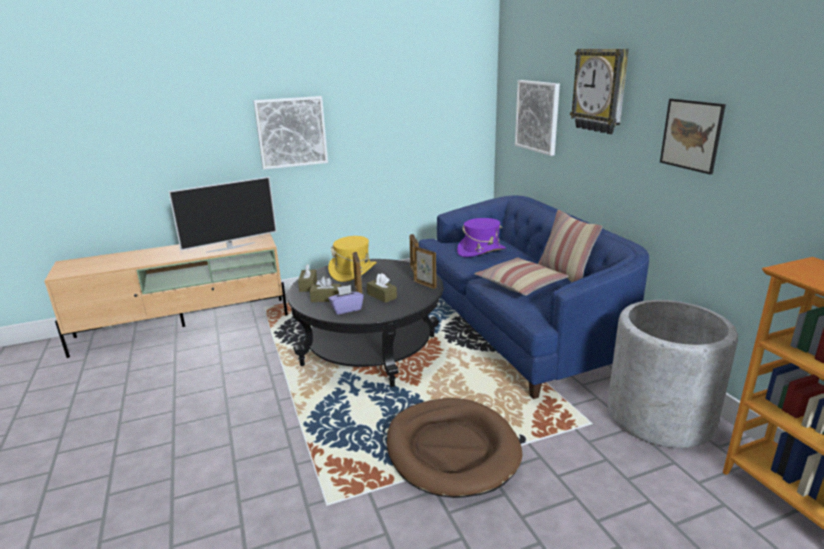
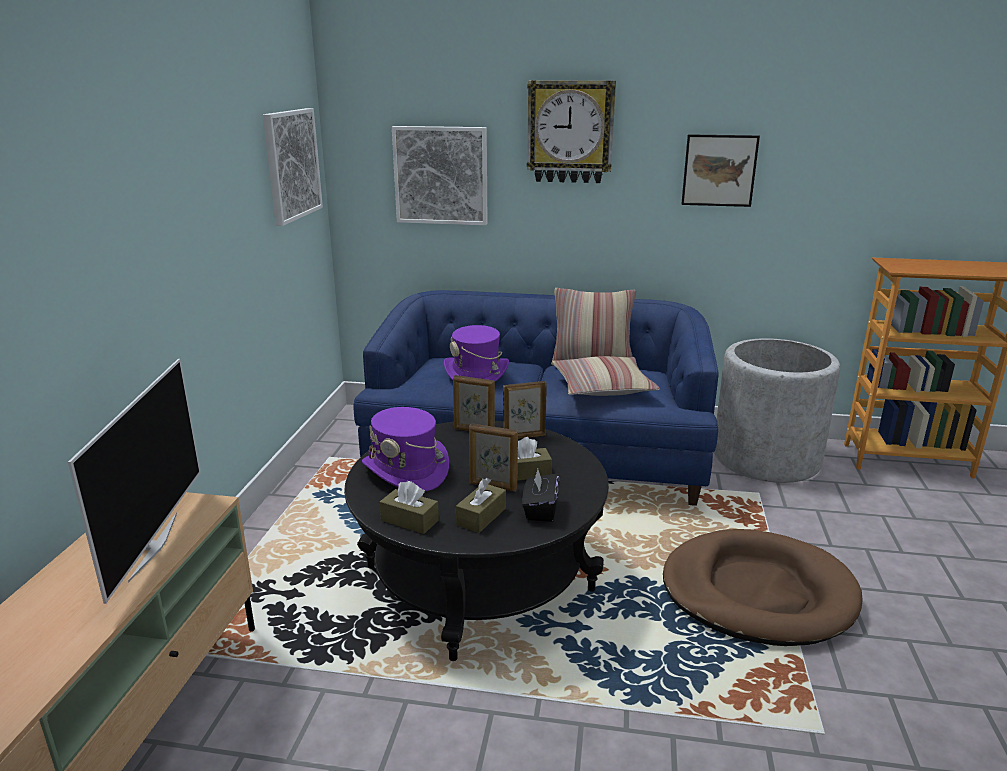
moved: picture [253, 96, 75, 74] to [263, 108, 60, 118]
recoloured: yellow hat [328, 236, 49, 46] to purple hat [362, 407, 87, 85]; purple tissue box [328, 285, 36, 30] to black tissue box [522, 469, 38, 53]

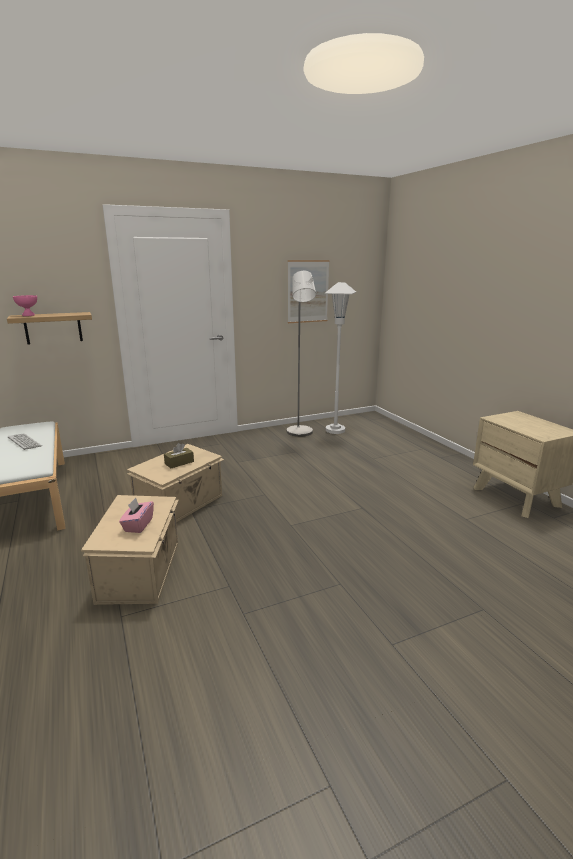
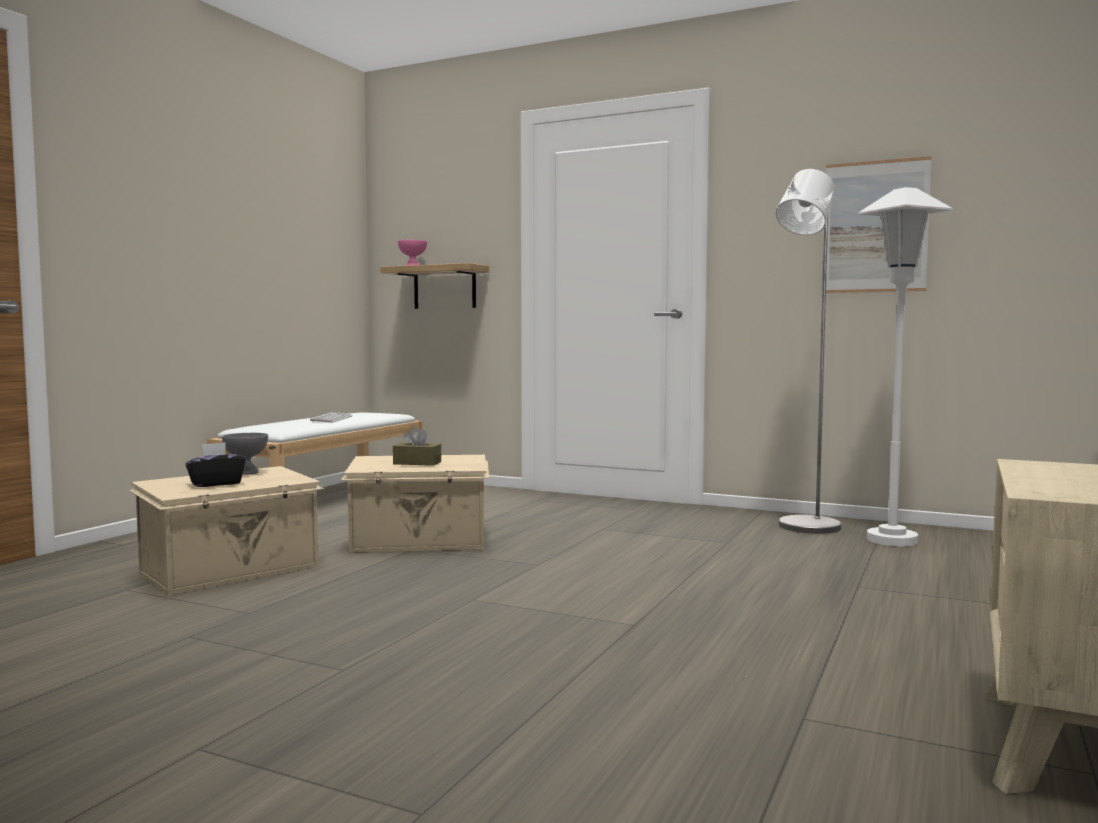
added: grey bowl [222, 433, 46, 42]
recoloured: pink tissue box [119, 498, 35, 35] to black tissue box [185, 442, 61, 45]

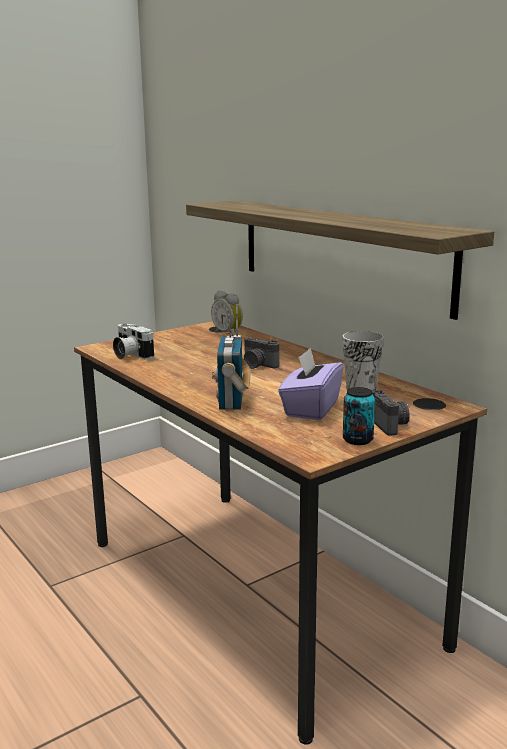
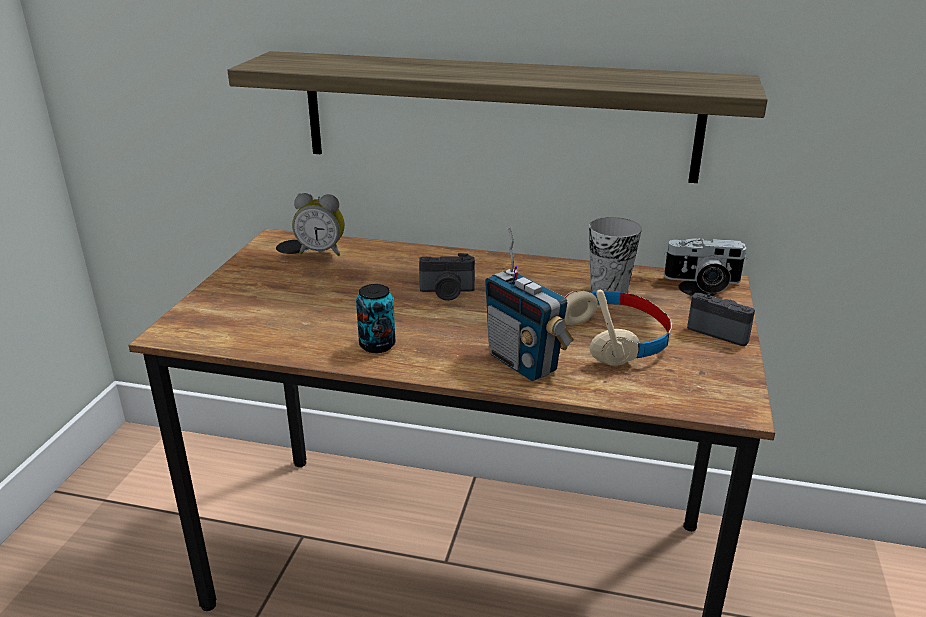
moved: photo camera [113, 323, 41, 37] to [664, 238, 83, 55]; can [343, 387, 32, 58] to [356, 284, 39, 69]
replaced: purple tissue box [278, 348, 66, 72] to beige headphones [564, 290, 108, 76]

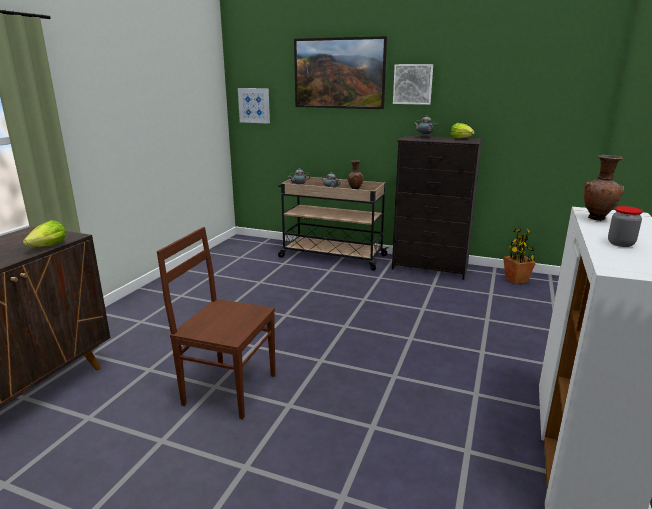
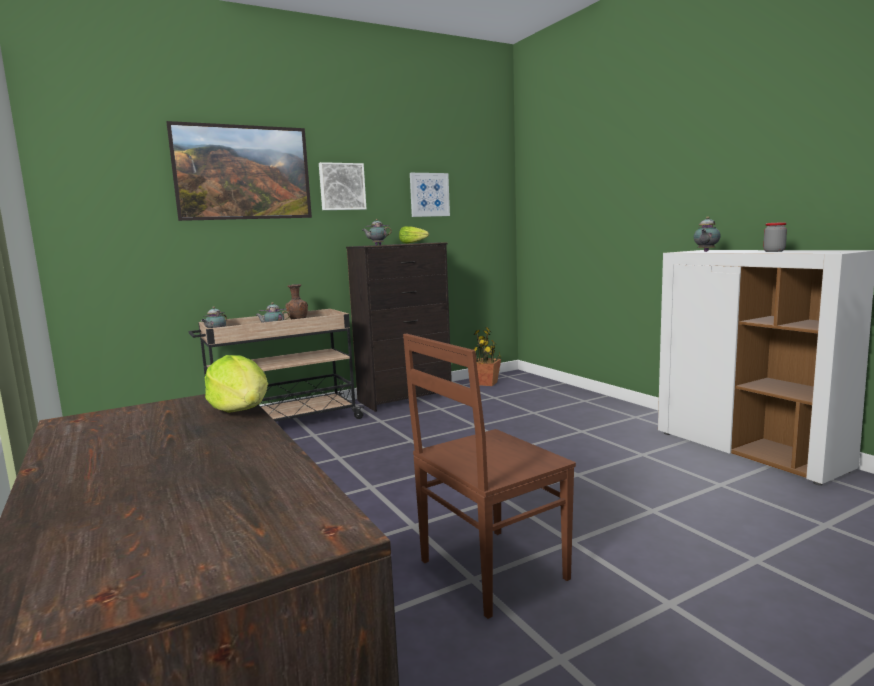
moved: picture [238, 88, 32, 36] to [410, 173, 40, 44]
replaced: brown vase [584, 155, 40, 66] to teapot [694, 217, 27, 35]

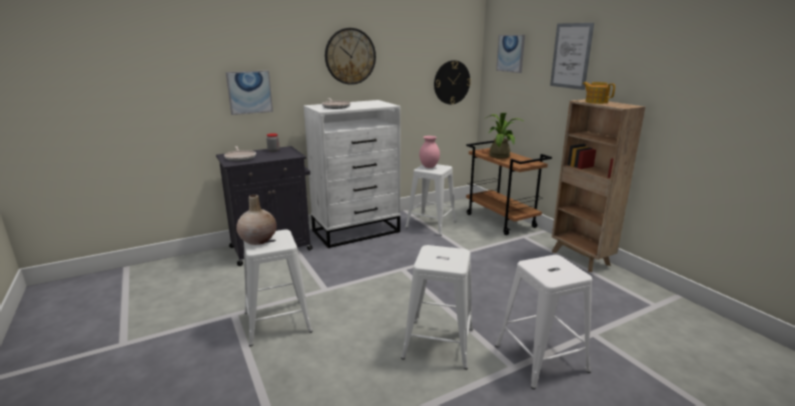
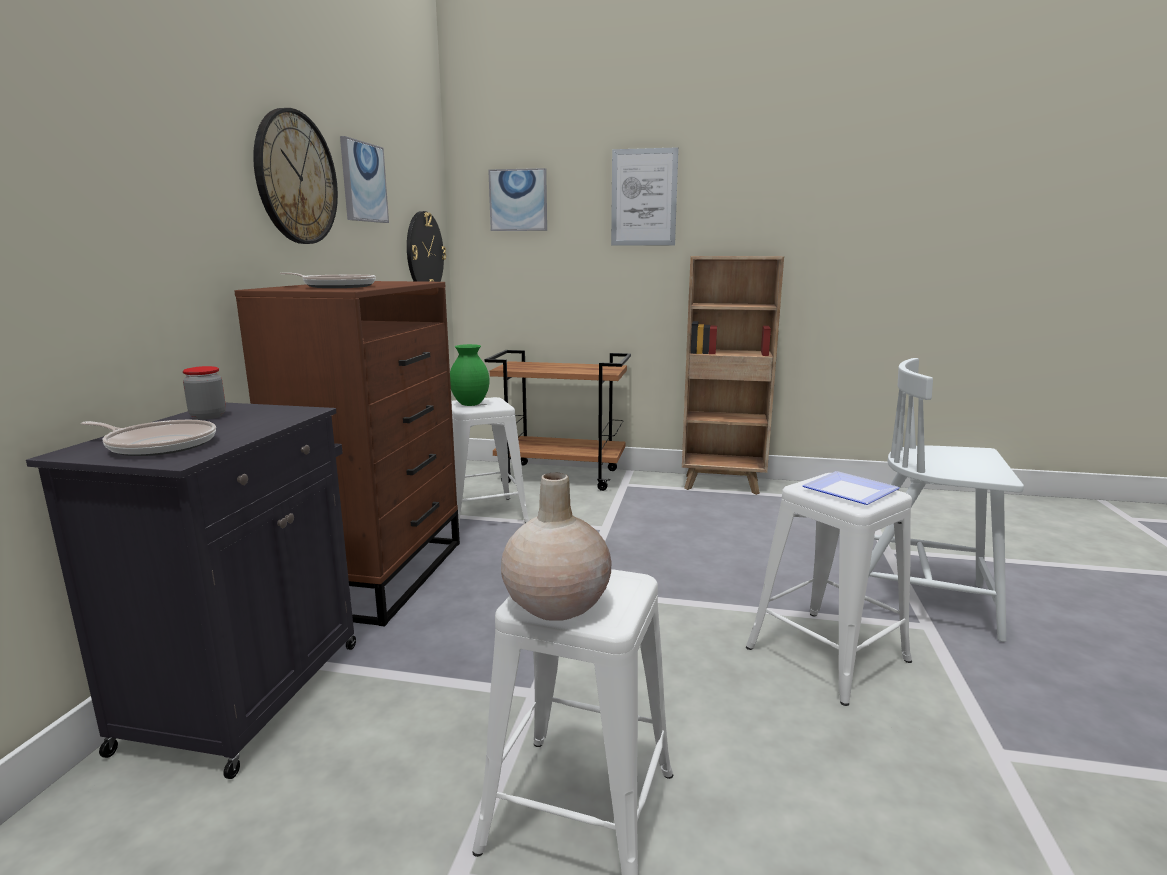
removed: potted plant [486, 112, 39, 46]; teapot [583, 82, 32, 22]
added: plate [802, 471, 98, 34]
moved: picture [226, 71, 47, 44] to [340, 136, 49, 87]
replaced: white stool [495, 255, 98, 134] to white chair [868, 358, 156, 284]
recoloured: white dresser [303, 100, 98, 148] to brown dresser [235, 281, 225, 346]; pink vase [419, 136, 21, 32] to green vase [450, 344, 39, 62]

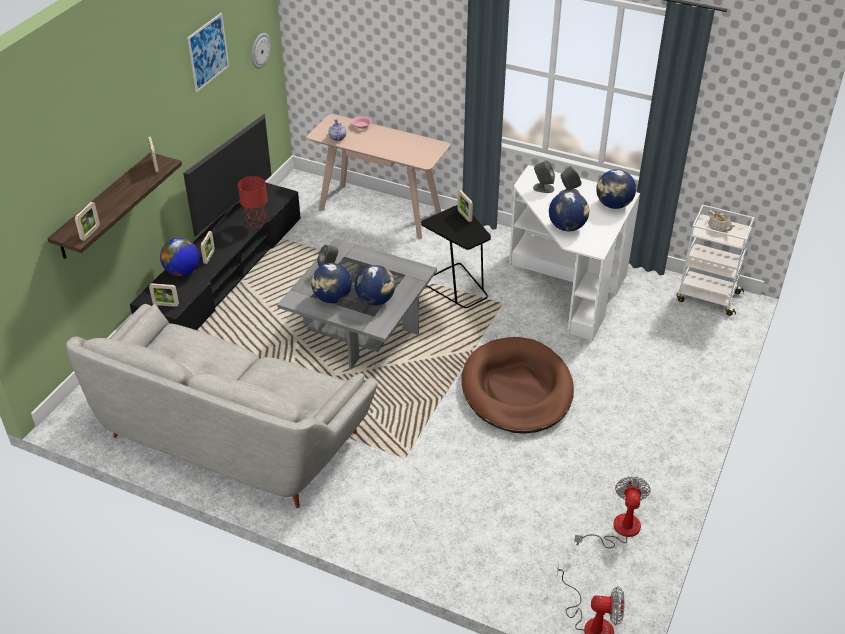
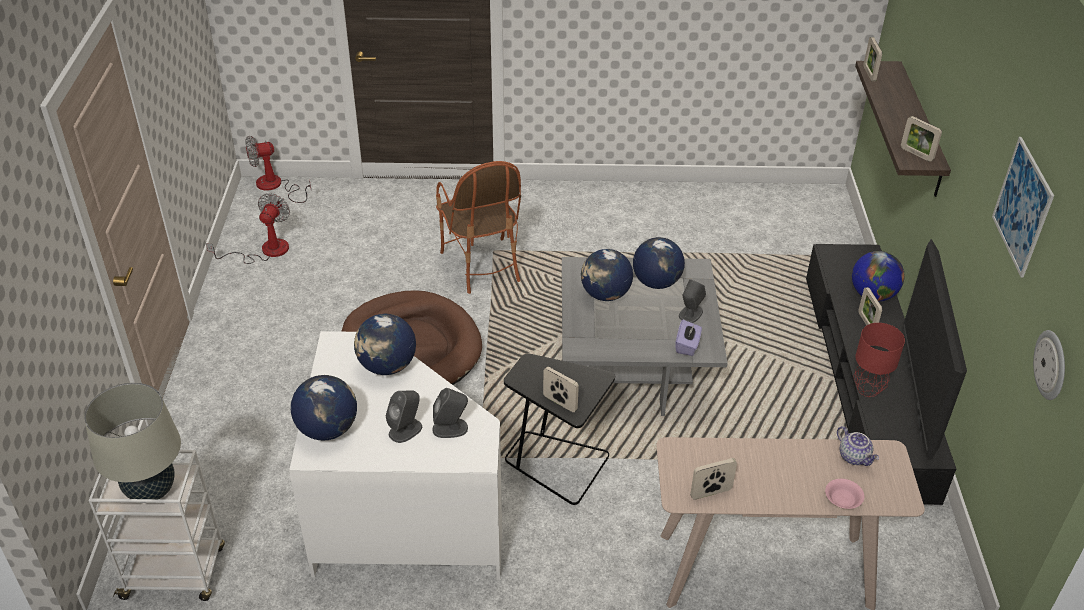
removed: grey sofa [66, 304, 311, 204]
added: armchair [436, 161, 85, 133]; purple tissue box [675, 320, 27, 36]
moved: picture frame [149, 283, 30, 24] to [690, 458, 47, 42]
replaced: beige teapot [708, 211, 27, 21] to beige table lamp [84, 383, 97, 116]
turned: fan [574, 476, 77, 72] = [206, 193, 84, 71] 150 degrees counterclockwise

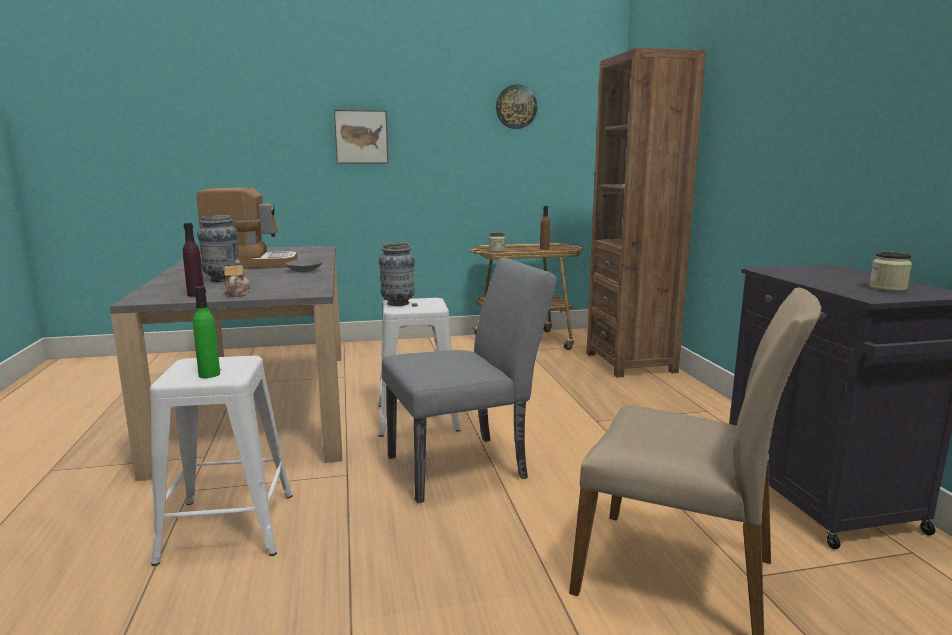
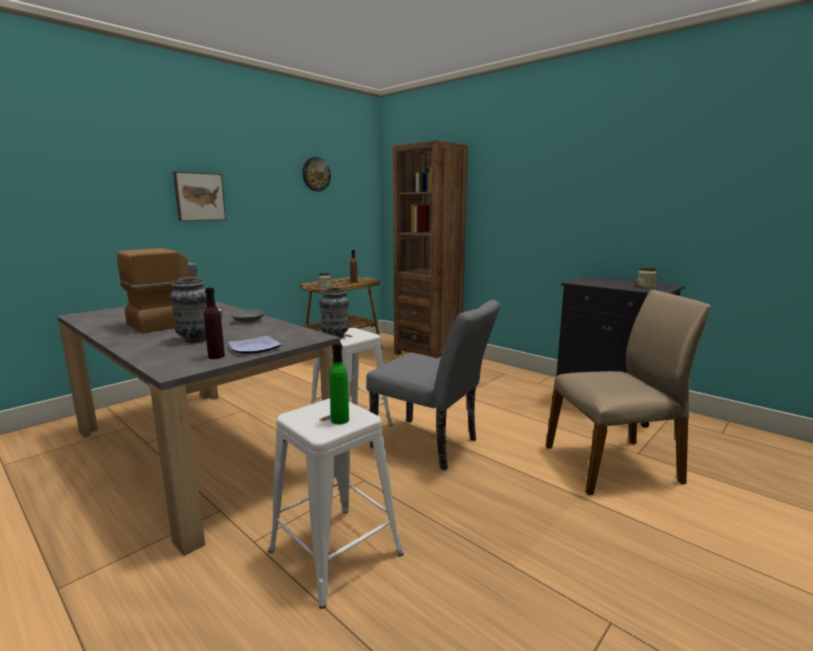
replaced: teapot [224, 260, 26, 37] to plate [228, 336, 53, 18]
turned: grey chair [382, 257, 175, 246] = [366, 300, 134, 171] 90 degrees clockwise

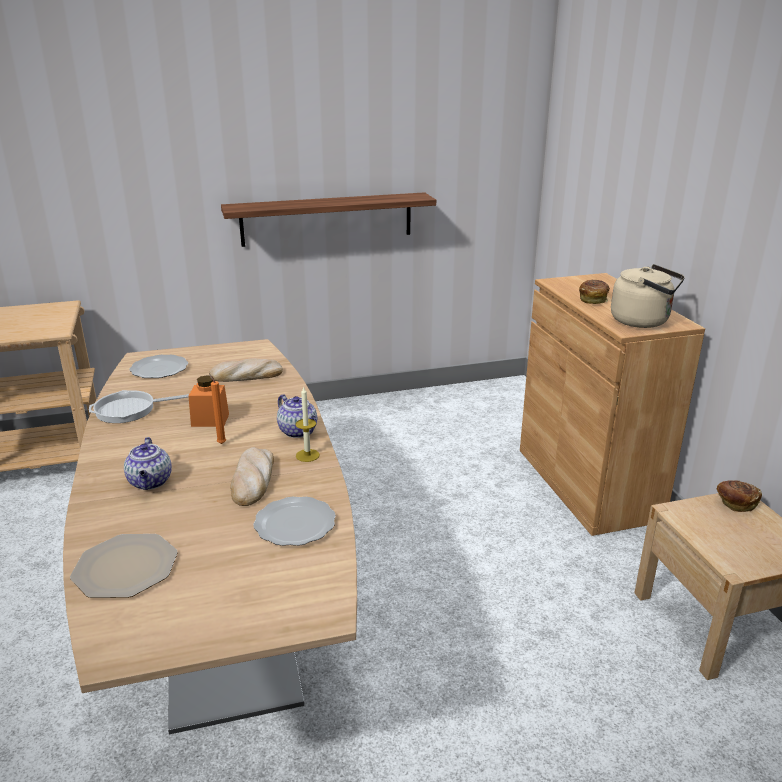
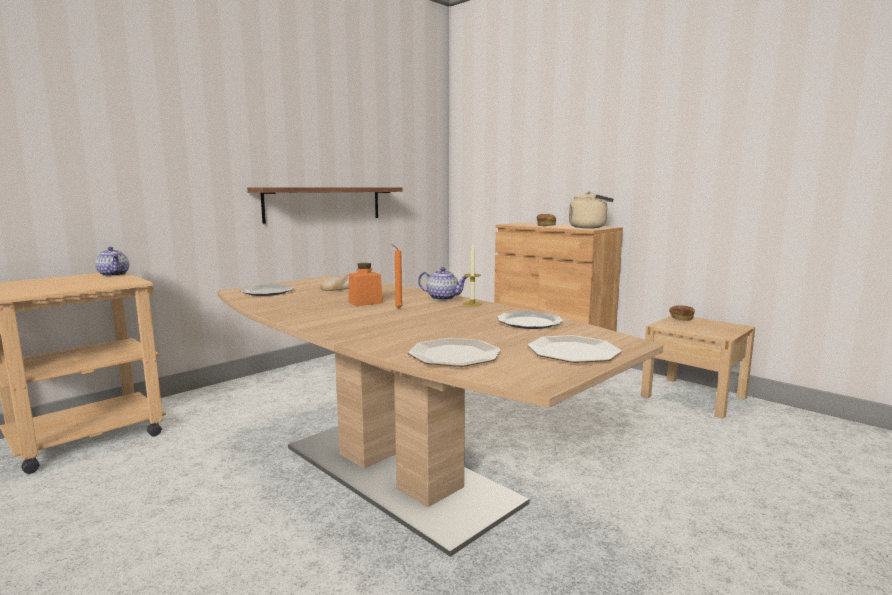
removed: frying pan [89, 390, 100, 33]; bread [230, 447, 44, 59]
added: plate [527, 335, 95, 28]
moved: teapot [124, 437, 48, 53] to [95, 247, 34, 29]

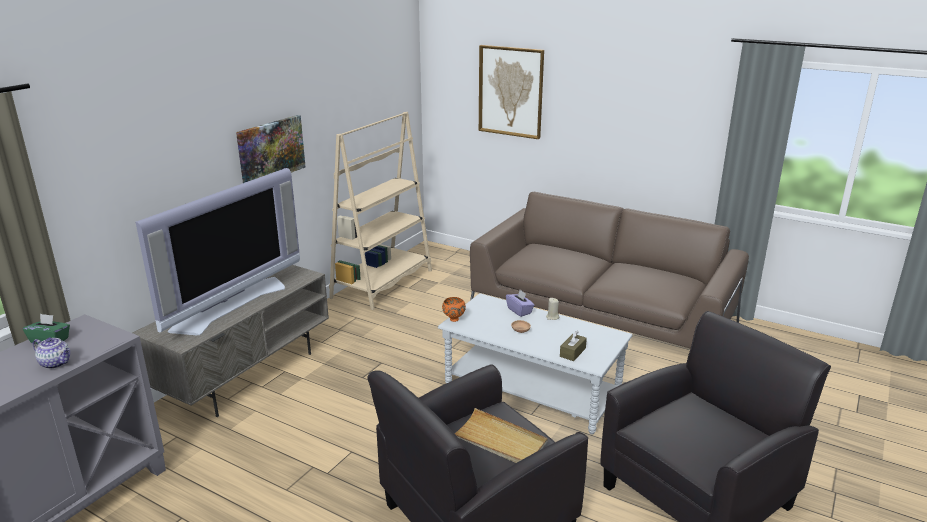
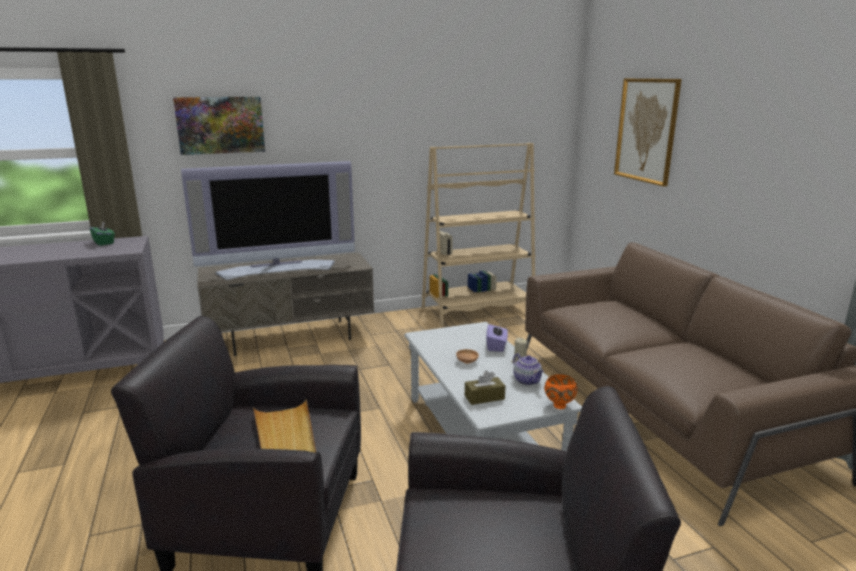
moved: teapot [33, 338, 37, 31] to [513, 353, 31, 32]; picture [236, 115, 69, 68] to [173, 97, 92, 58]; orange bowl [442, 297, 24, 25] to [544, 374, 33, 35]

